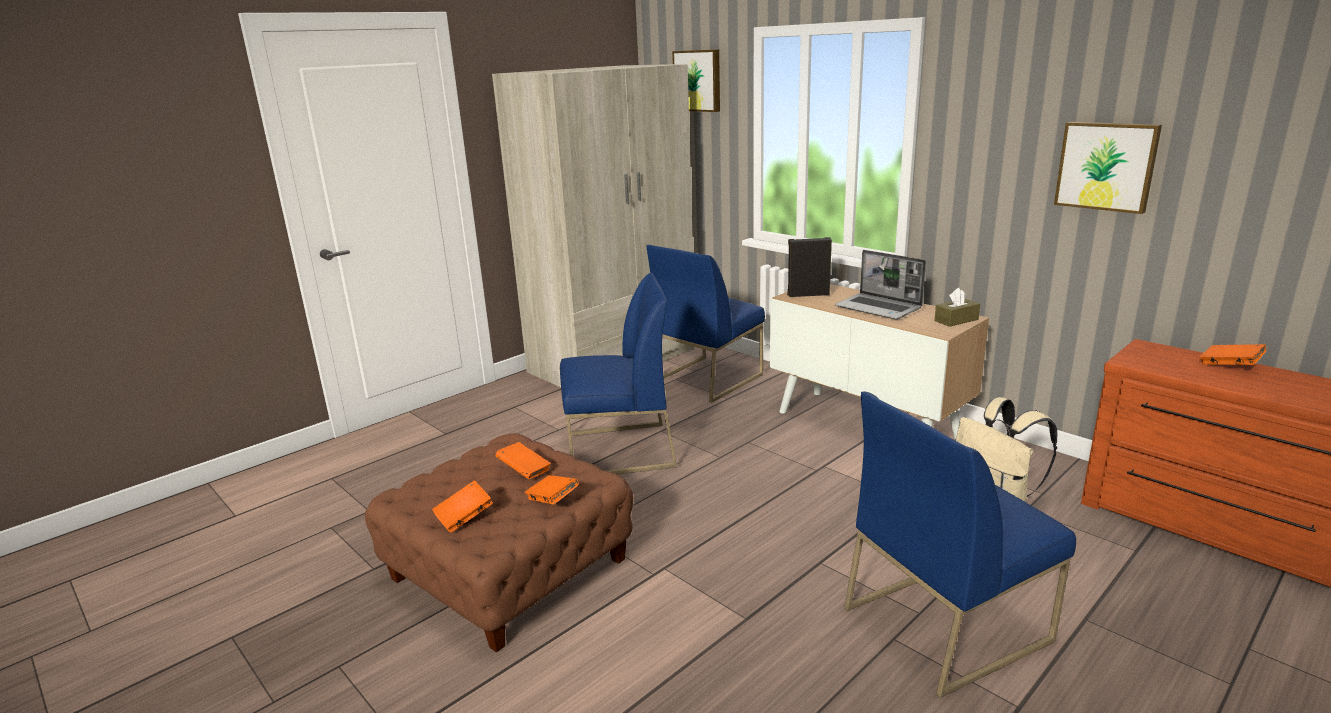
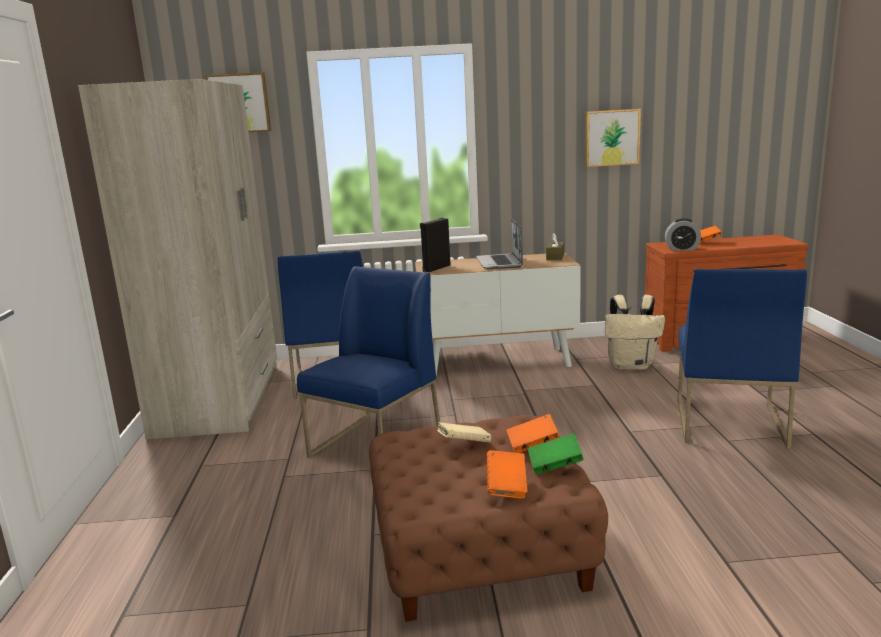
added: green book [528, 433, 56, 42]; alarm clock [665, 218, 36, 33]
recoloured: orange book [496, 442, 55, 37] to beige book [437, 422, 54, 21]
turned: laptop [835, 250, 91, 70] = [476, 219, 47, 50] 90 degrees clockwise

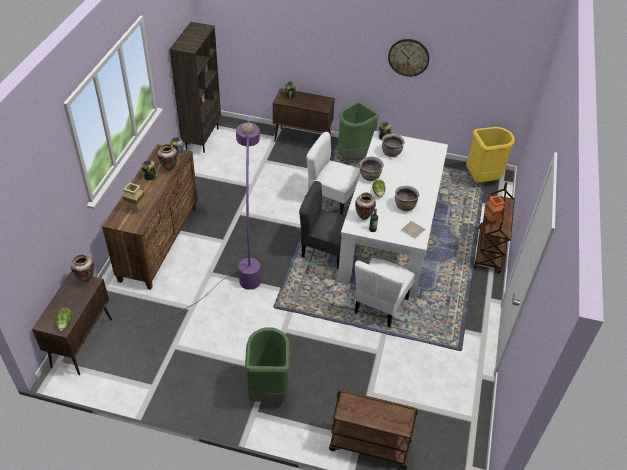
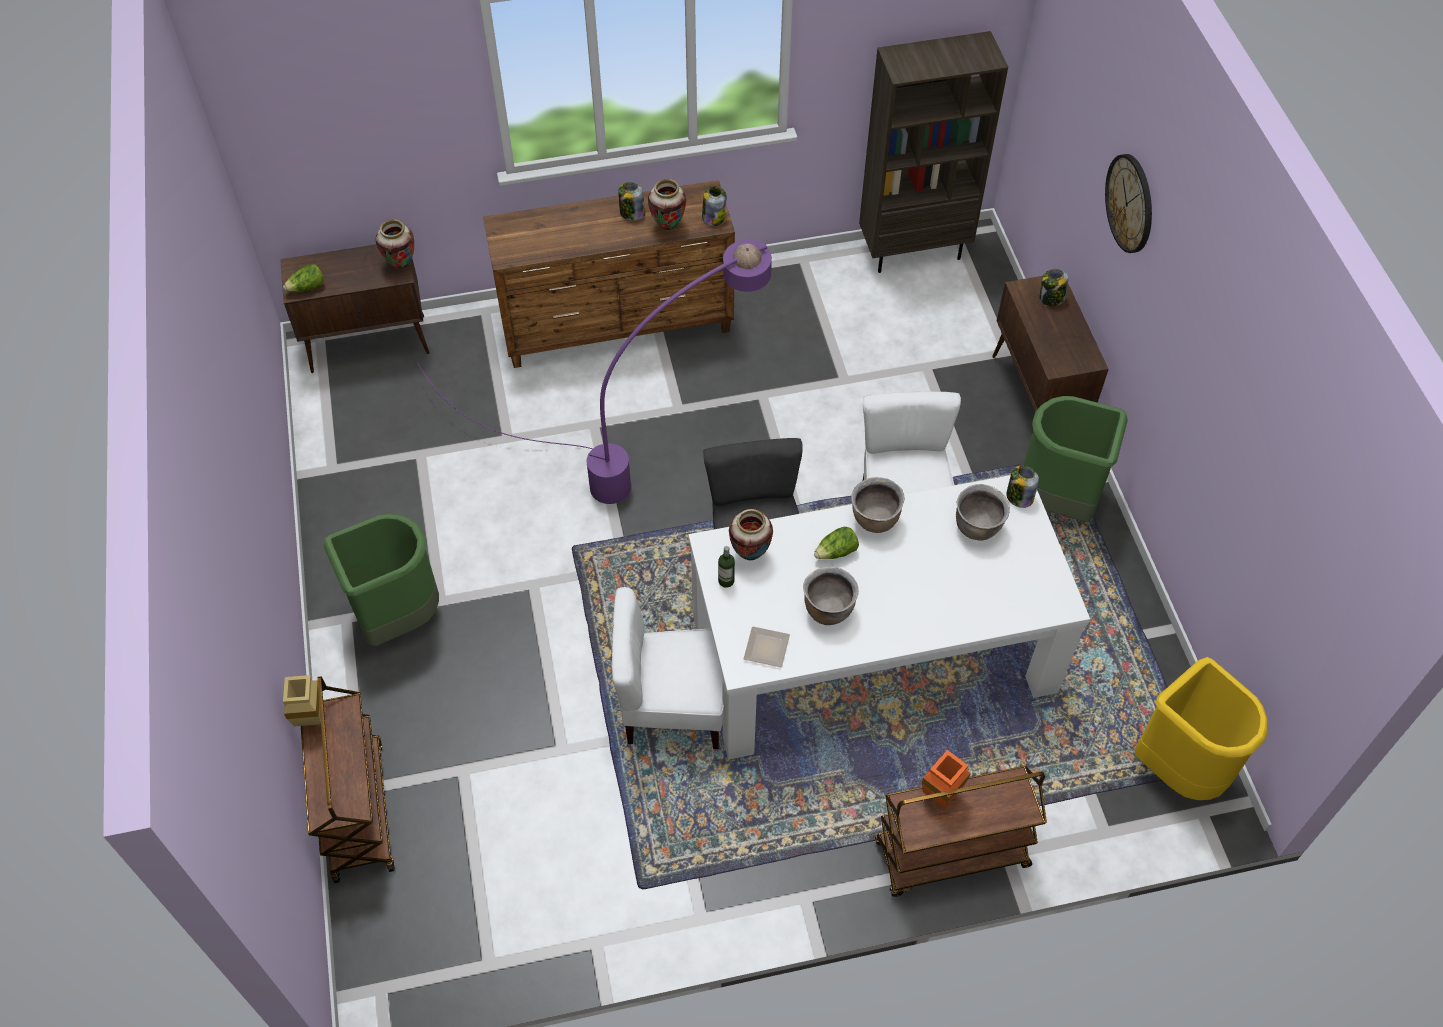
moved: beige vase [122, 182, 22, 29] to [283, 675, 38, 51]; wall clock [388, 39, 41, 38] to [1105, 154, 47, 99]

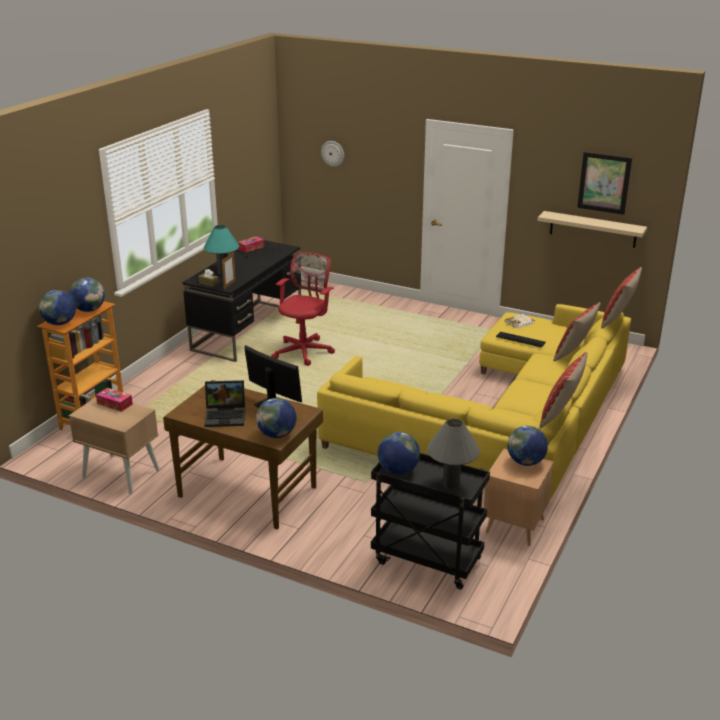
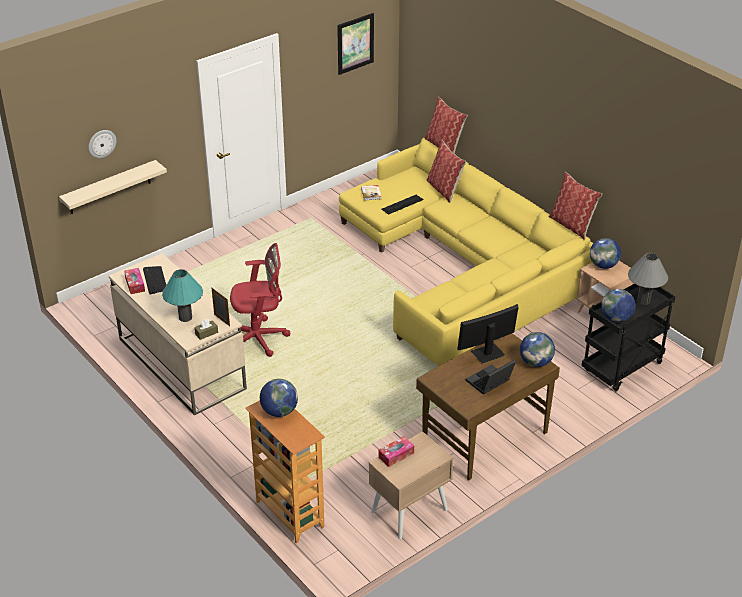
removed: globe [39, 290, 37, 35]
moved: beige shelf [537, 211, 110, 37] to [59, 160, 108, 54]
recoloured: black desk [182, 240, 119, 122] to beige desk [109, 253, 138, 162]
turned: laptop [204, 380, 41, 47] = [466, 360, 50, 35] 150 degrees counterclockwise; red office chair [271, 252, 64, 114] = [230, 243, 61, 114] 120 degrees clockwise

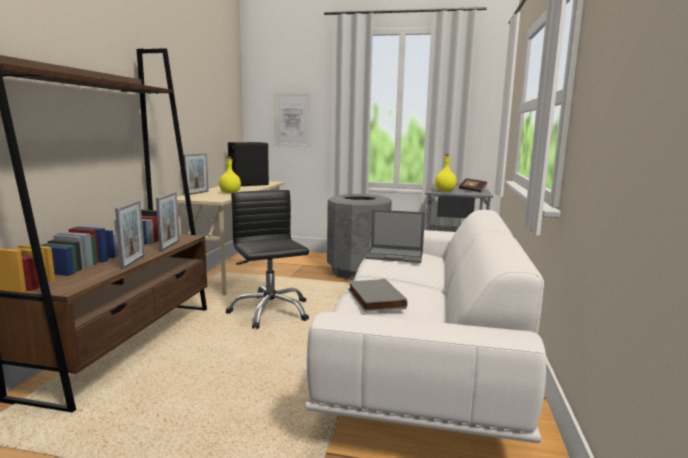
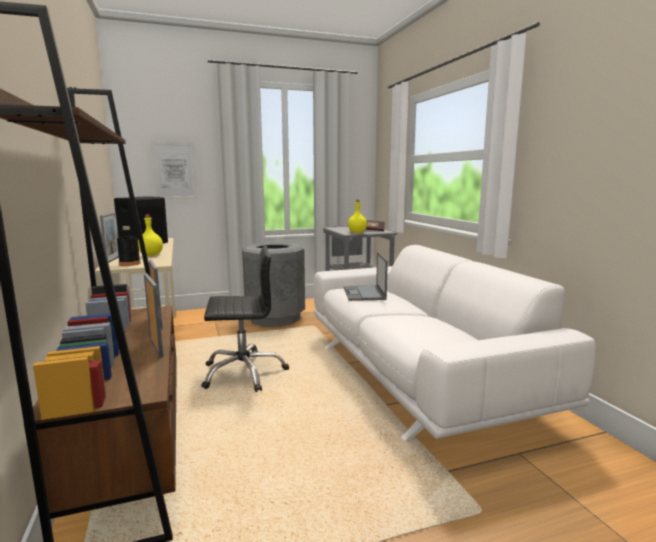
removed: grey book [348, 278, 60, 34]
added: black bottle [117, 226, 23, 40]
turned: black office chair [226, 190, 83, 139] = [201, 246, 88, 146] 135 degrees clockwise; laptop [365, 210, 60, 53] = [344, 252, 44, 49] 105 degrees clockwise

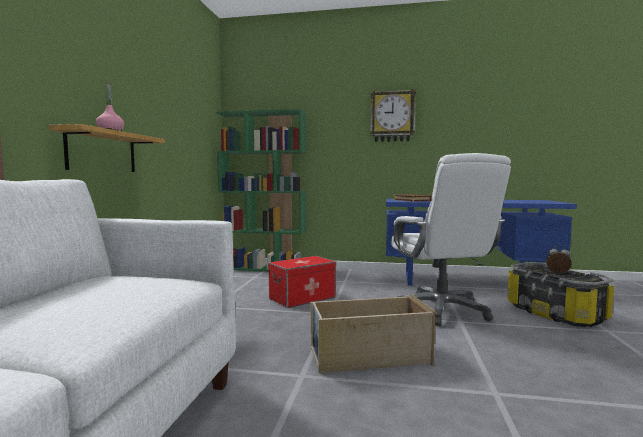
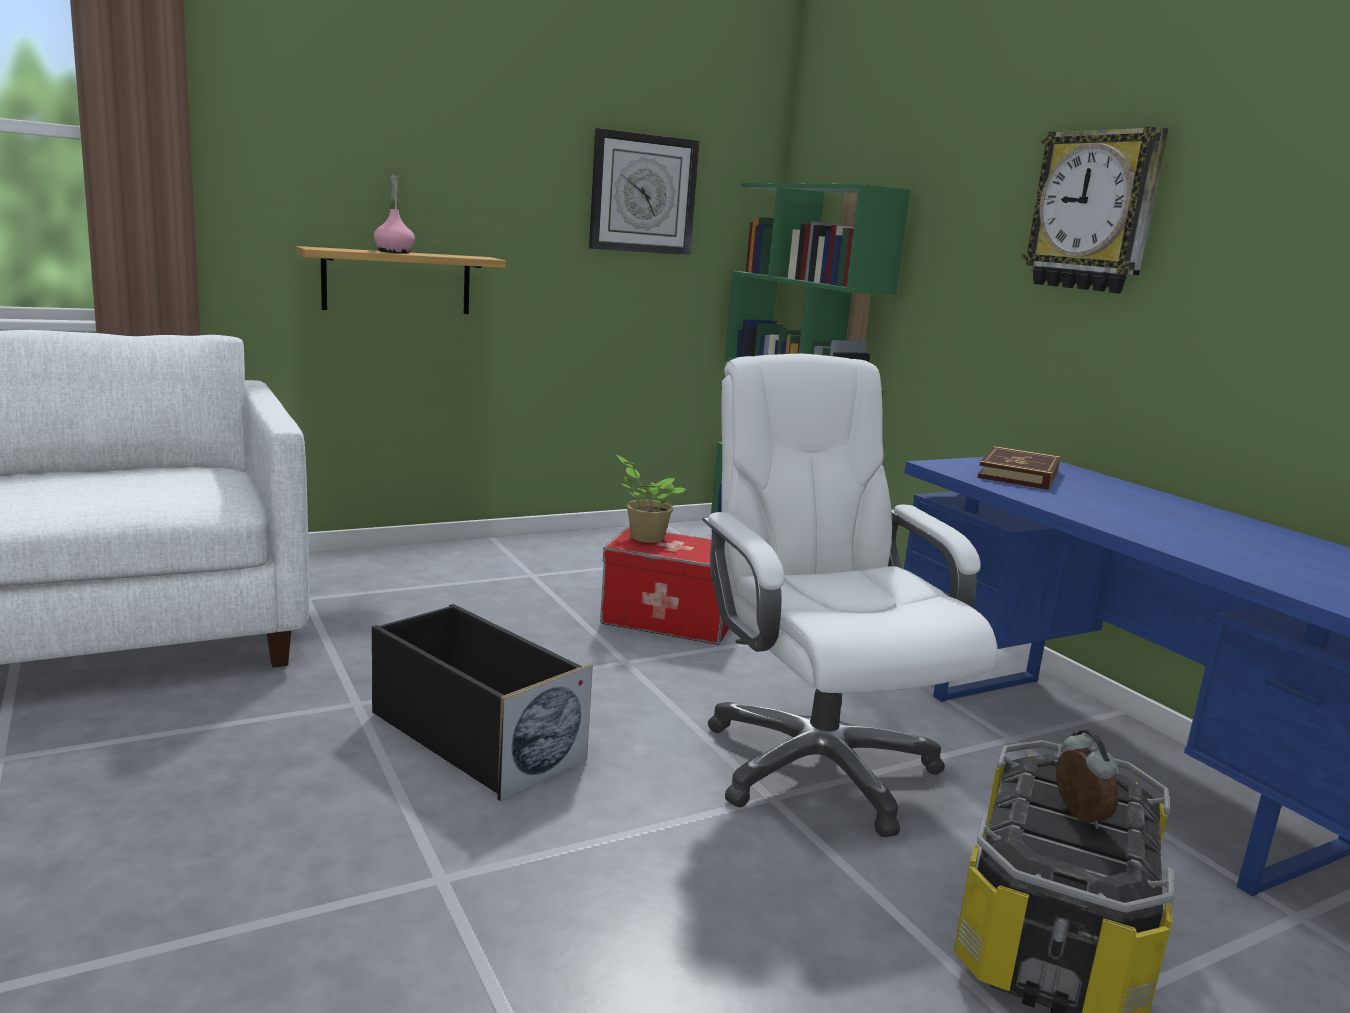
added: wall clock [589, 128, 110, 127]; potted plant [616, 455, 70, 88]
recoloured: beige storage box [310, 294, 125, 79] to black storage box [372, 604, 221, 197]
turned: white office chair [391, 153, 120, 173] = [702, 354, 296, 484] 120 degrees clockwise

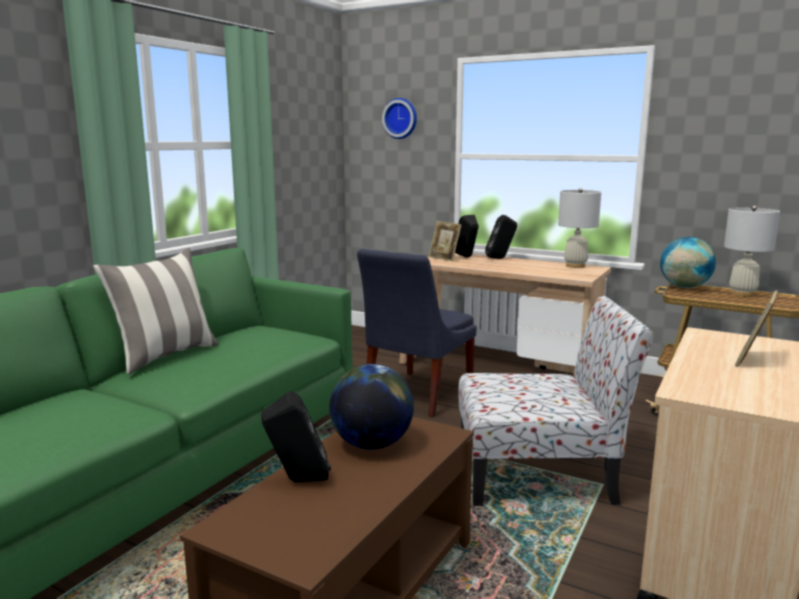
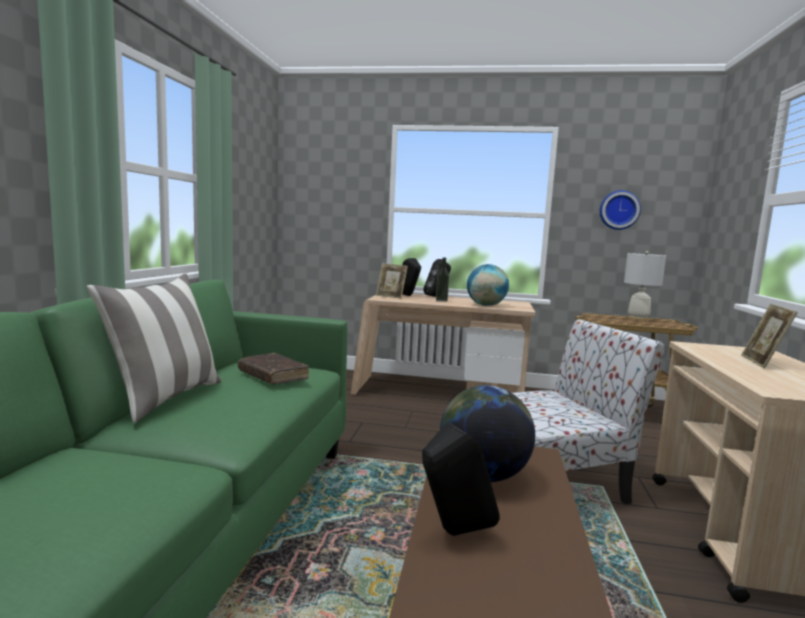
removed: blue chair [357, 249, 119, 169]; white table lamp [558, 188, 43, 80]
added: brown book [238, 353, 71, 31]; bottle [436, 257, 13, 45]
moved: wall clock [382, 98, 35, 41] to [600, 190, 41, 40]; globe [660, 237, 56, 51] to [467, 264, 42, 42]

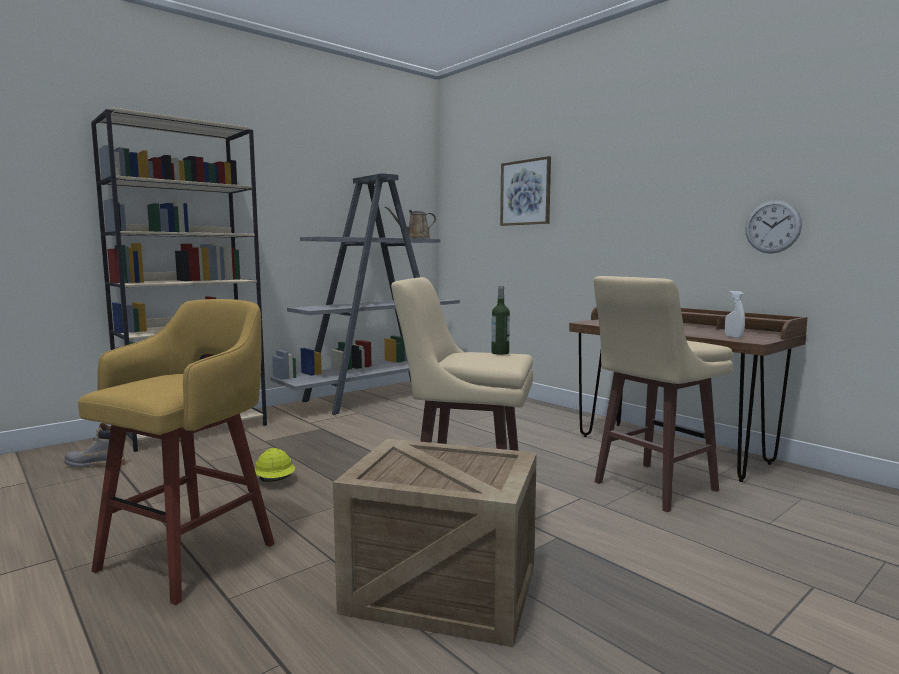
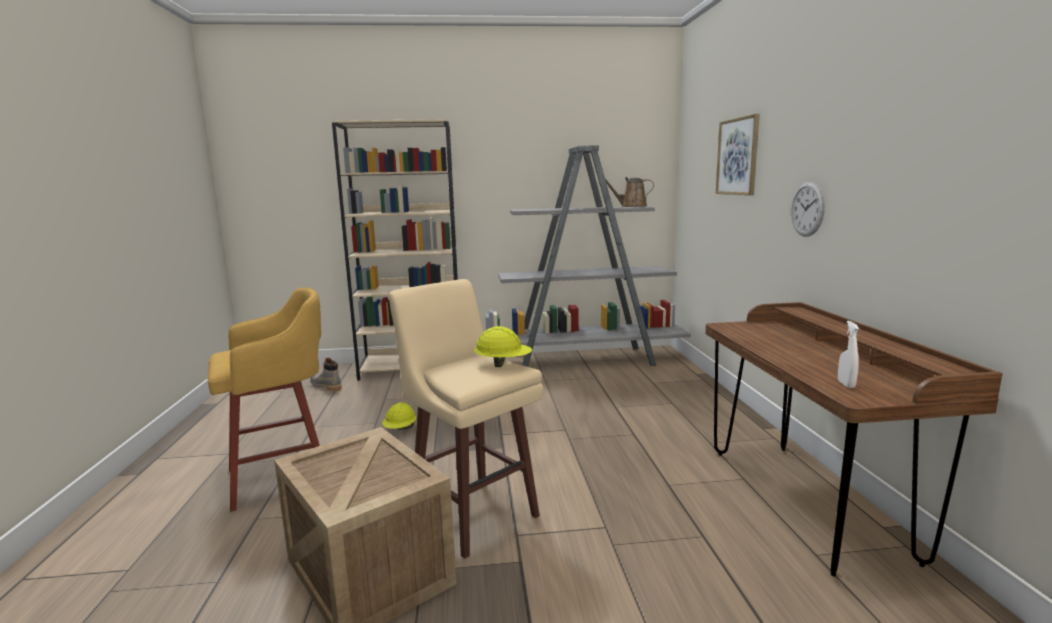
removed: beige stool [594, 276, 139, 236]
moved: wall clock [745, 200, 57, 54] to [791, 182, 34, 55]
replaced: bottle [492, 286, 18, 69] to yellow hard hat [474, 326, 58, 41]

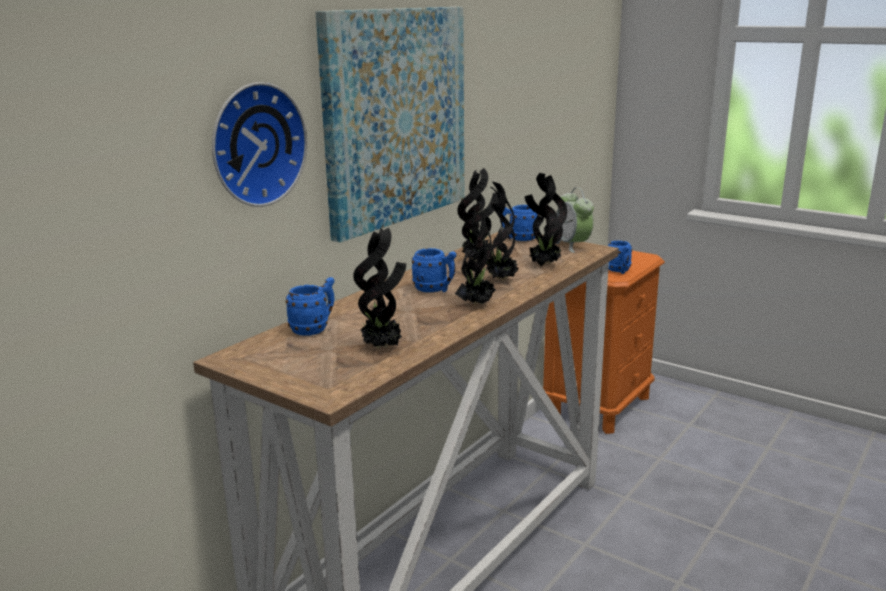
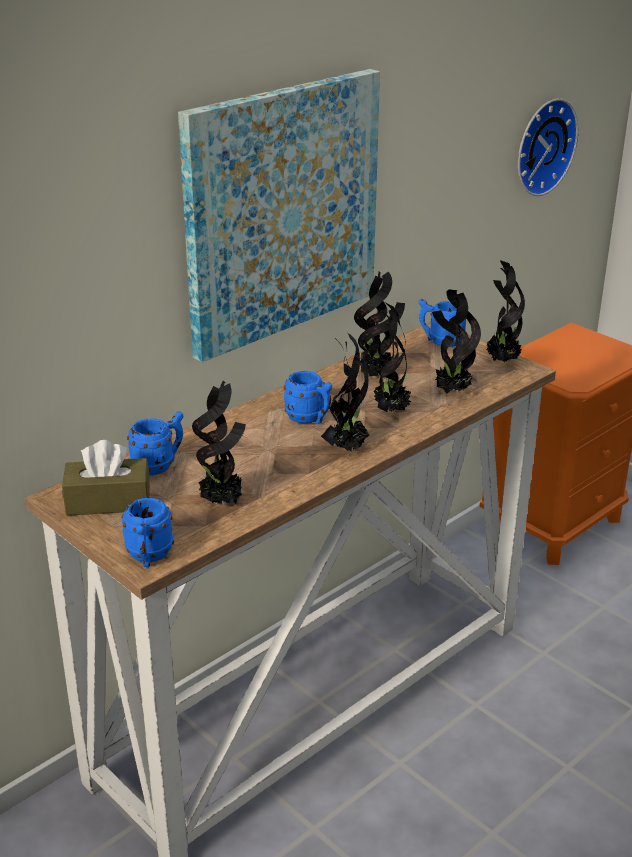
added: brown tissue box [62, 440, 88, 76]
moved: wall clock [212, 82, 95, 125] to [518, 98, 60, 98]; blue mug [608, 241, 24, 33] to [122, 498, 52, 69]
replaced: alarm clock [556, 188, 38, 65] to potted plant [485, 260, 40, 102]

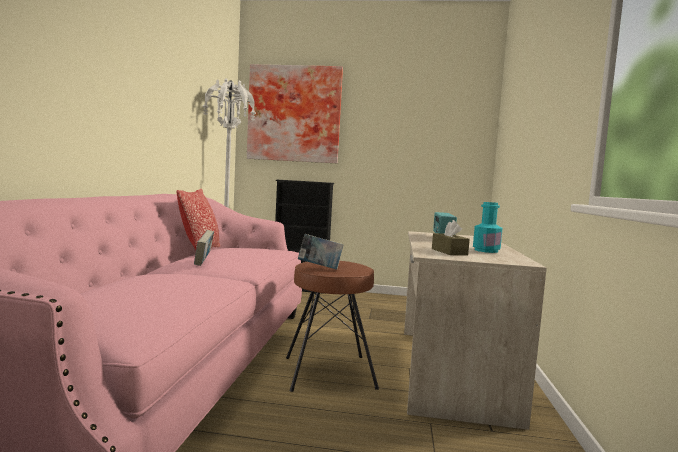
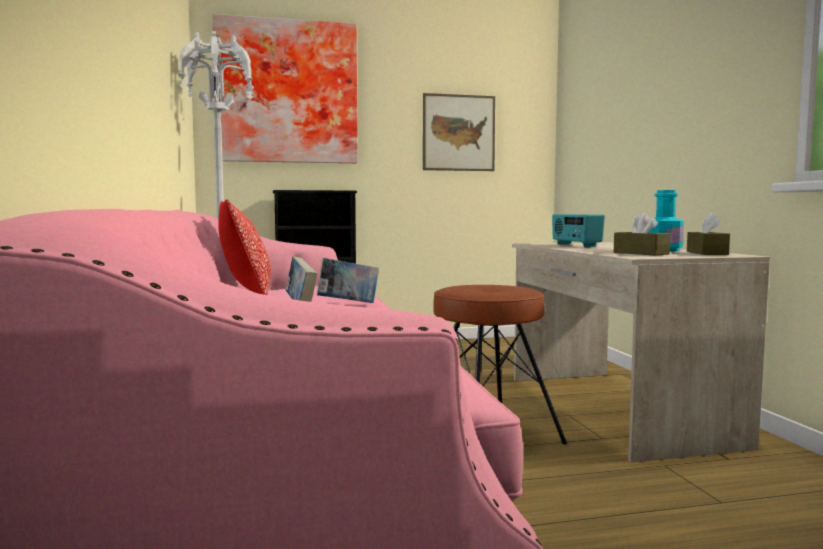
added: picture [423, 93, 72, 78]; brown tissue box [687, 213, 43, 42]
moved: book [298, 234, 46, 36] to [317, 258, 62, 45]

